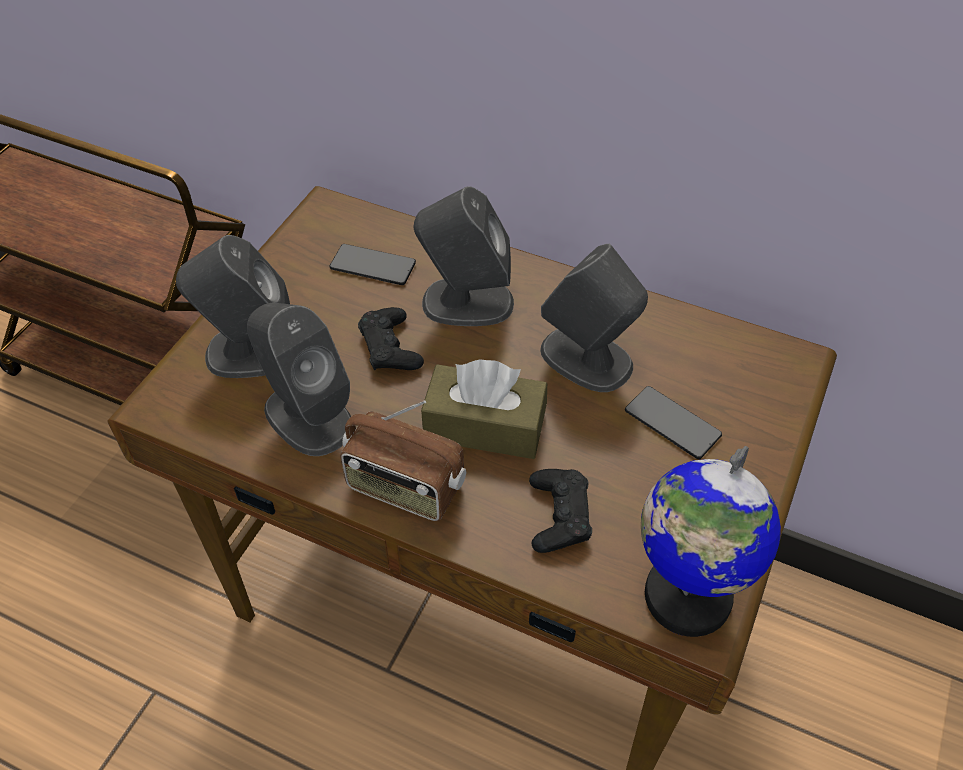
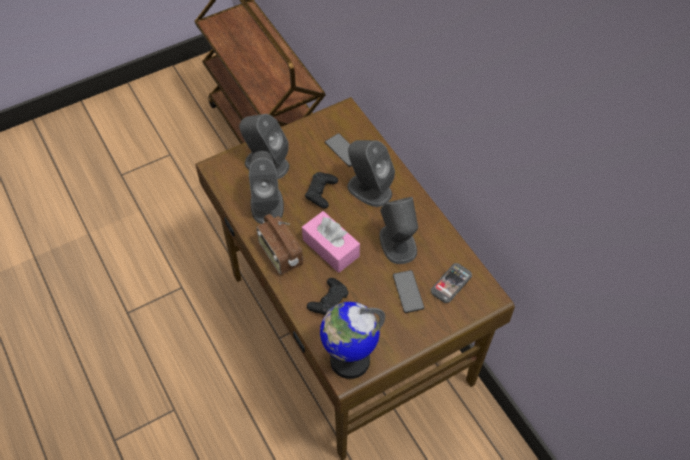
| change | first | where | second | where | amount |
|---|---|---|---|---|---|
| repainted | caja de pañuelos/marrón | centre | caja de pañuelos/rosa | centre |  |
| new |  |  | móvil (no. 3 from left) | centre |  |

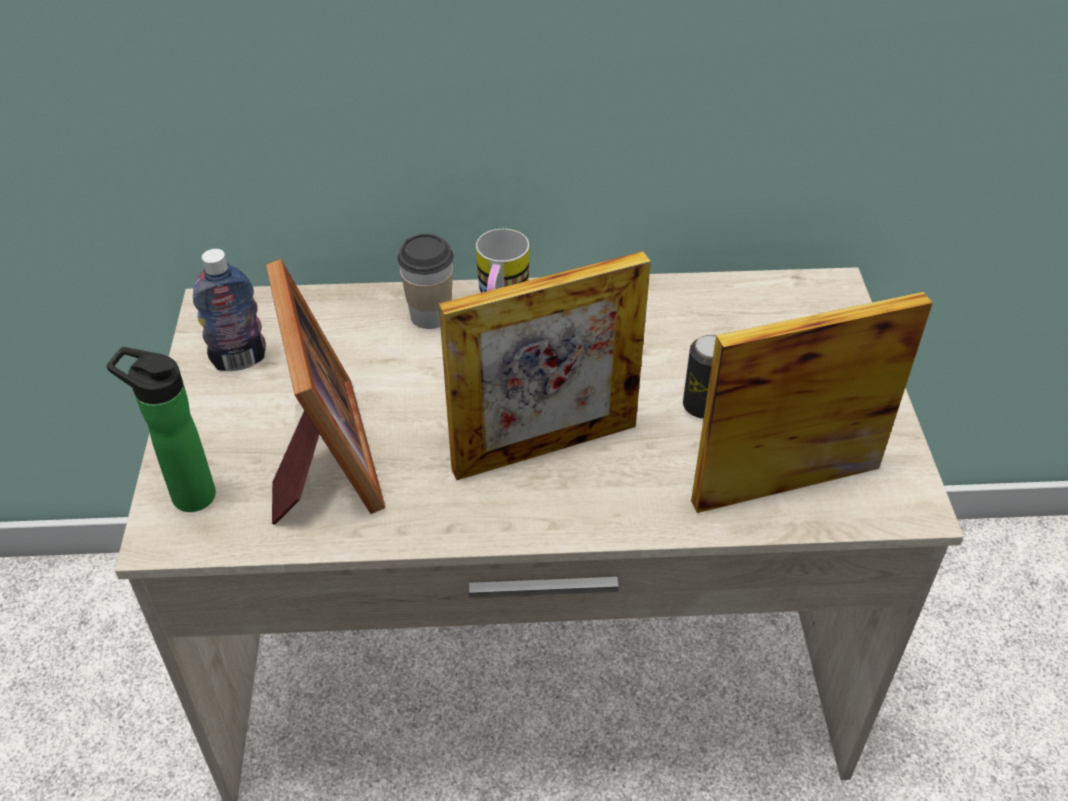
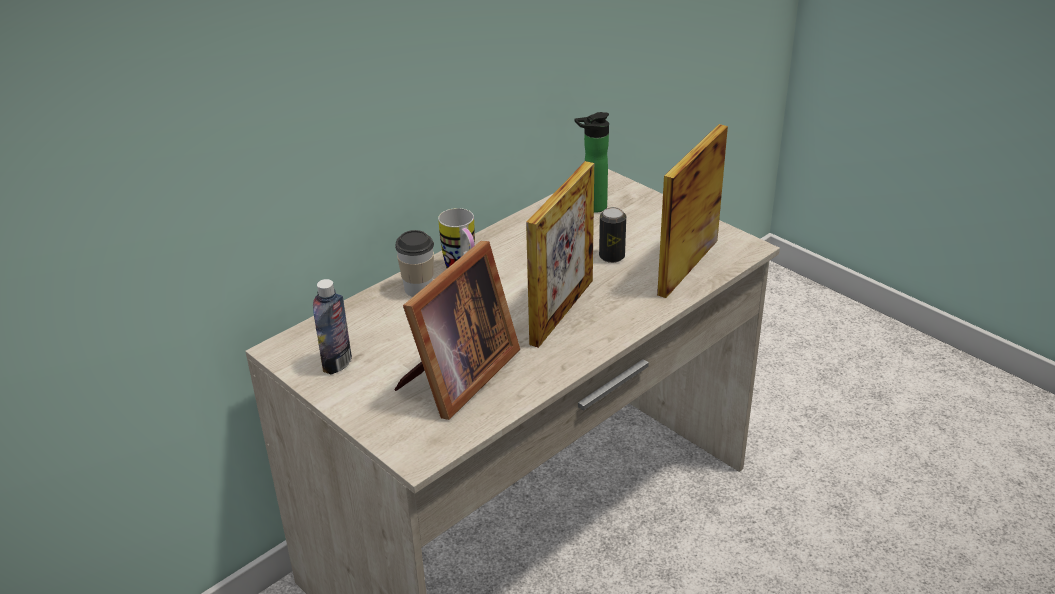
| change | first | where | second | where | amount |
|---|---|---|---|---|---|
| rotated | portarretratos (no. 1 from left) | middle left |  | centre | 90 degrees clockwise |
| shifted | botella (no. 1 from left in the first image) | middle left | botella (no. 2 from left) | top centre |  |

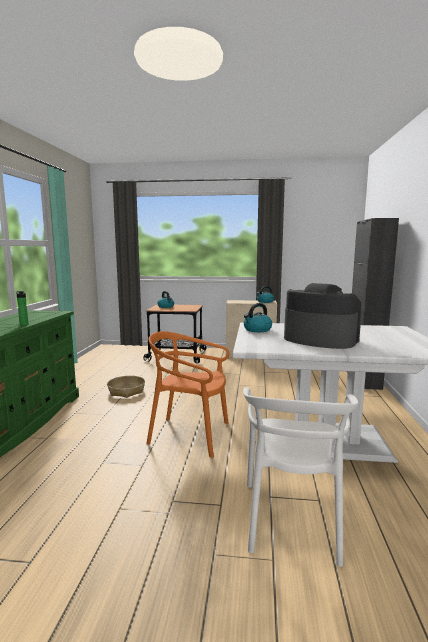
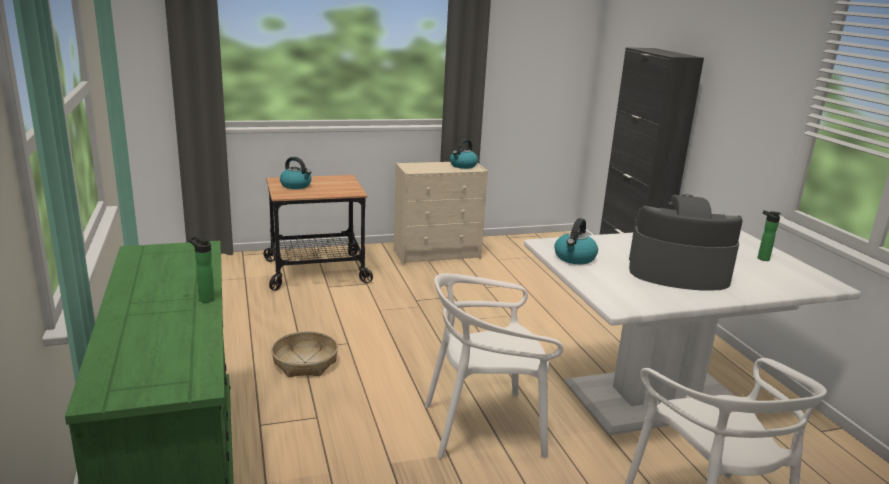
| change | first | where | second | where | amount |
|---|---|---|---|---|---|
| repainted | silla/naranja | centre | silla/blanco (no. 1 from left) | bottom centre |  |
| new |  |  | botella (no. 2 from left) | middle right |  |

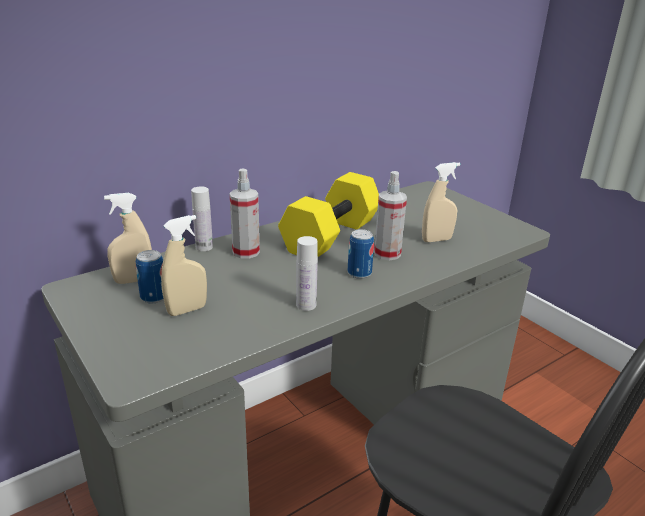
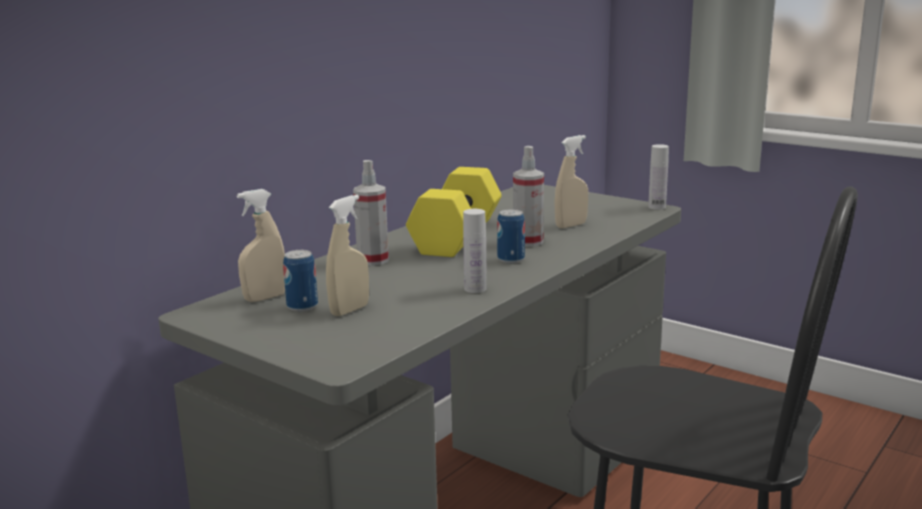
| change | first | where | second | where | amount |
|---|---|---|---|---|---|
| shifted | botella/blanco (no. 1 from left in the first image) | middle left | botella/blanco (no. 2 from left) | middle right |  |

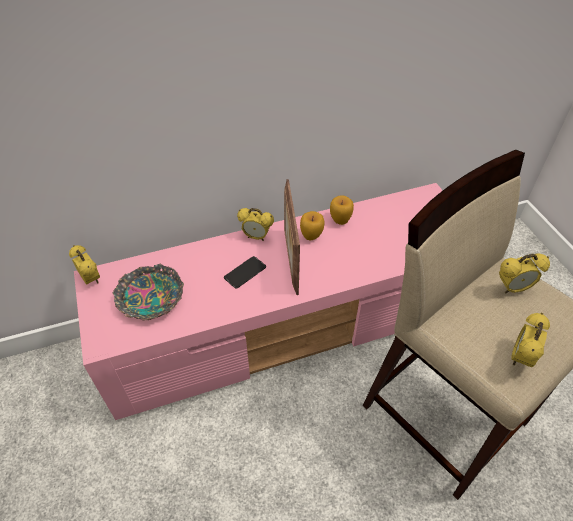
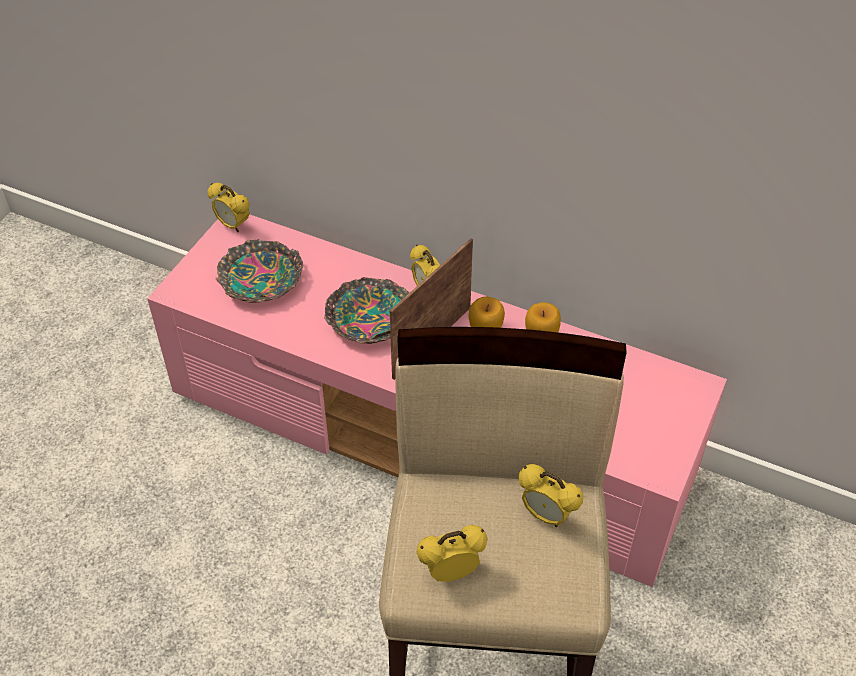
| change | first | where | second | where | amount |
|---|---|---|---|---|---|
| rotated | despertador (no. 1 from left) | middle left |  | top left | 120 degrees clockwise |
| swapped | móvil | centre | cuenco (no. 2 from left) | centre |  |

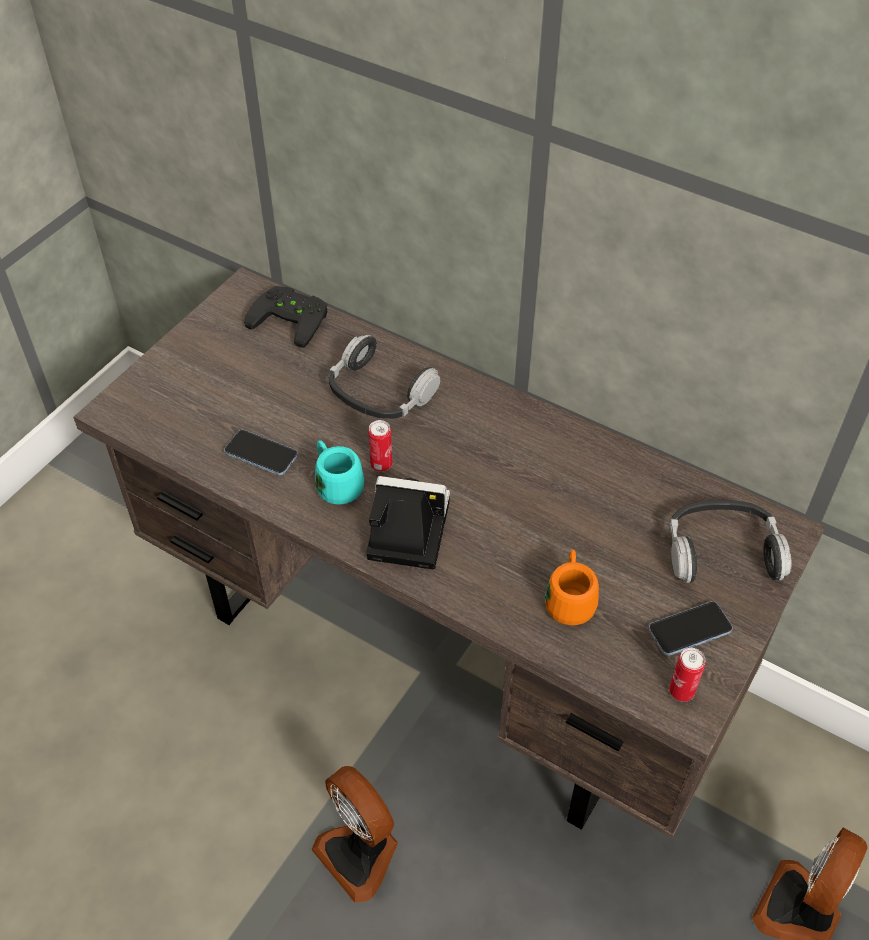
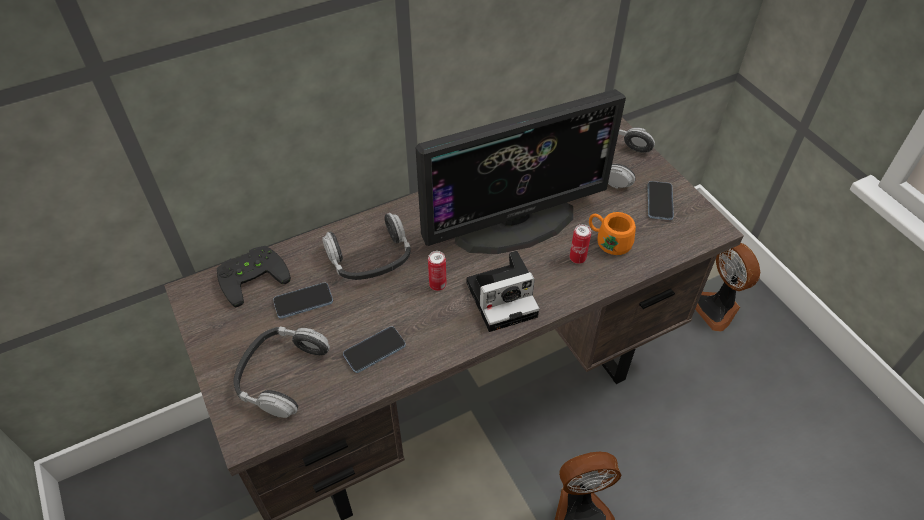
| change | first | where | second | where | amount |
|---|---|---|---|---|---|
| gone | taza grande/turquesa | centre |  |  |  |
| rotated | cámara | centre |  | centre | 150 degrees counterclockwise |
| shifted | lata (no. 2 from left) | bottom right |  | centre |  |
| new |  |  | monitor | top centre |  |
| new |  |  | móvil (no. 1 from left) | middle left |  |
| new |  |  | auriculares (no. 1 from left) | bottom left |  |

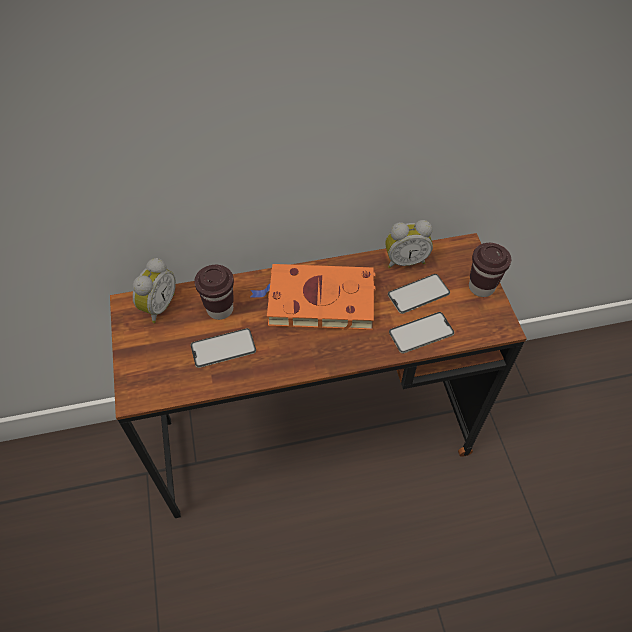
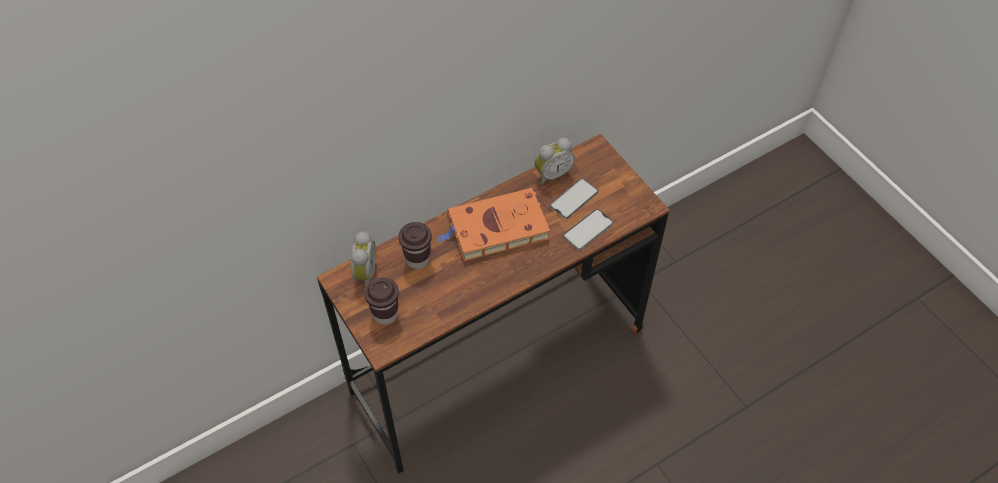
| change | first | where | second | where | amount |
|---|---|---|---|---|---|
| shifted | taza/marrón (no. 2 from left in the first image) | middle right | taza/marrón (no. 1 from left) | centre |  |
| gone | móvil (no. 1 from left) | centre |  |  |  |

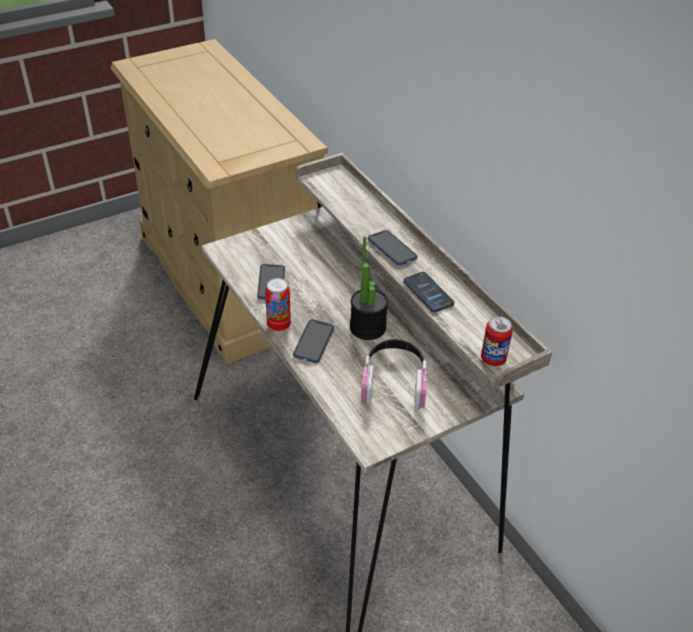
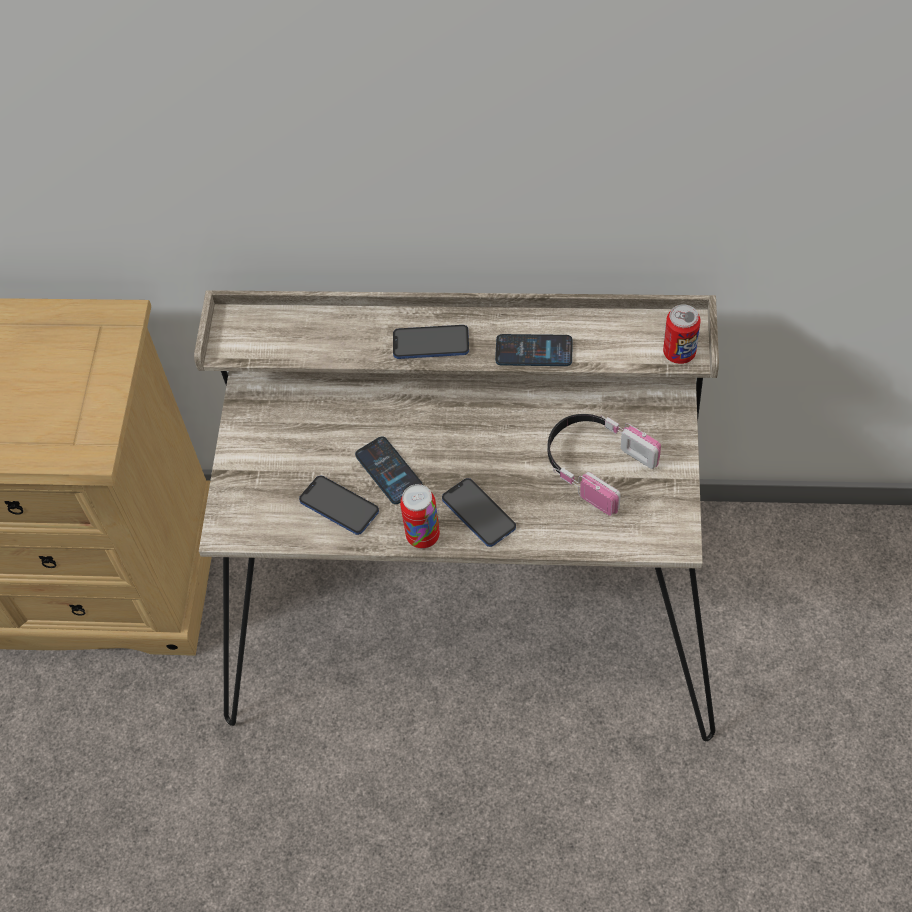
| change | first | where | second | where | amount |
|---|---|---|---|---|---|
| gone | planta en maceta | centre |  |  |  |
| new |  |  | móvil (no. 2 from left) | centre |  |

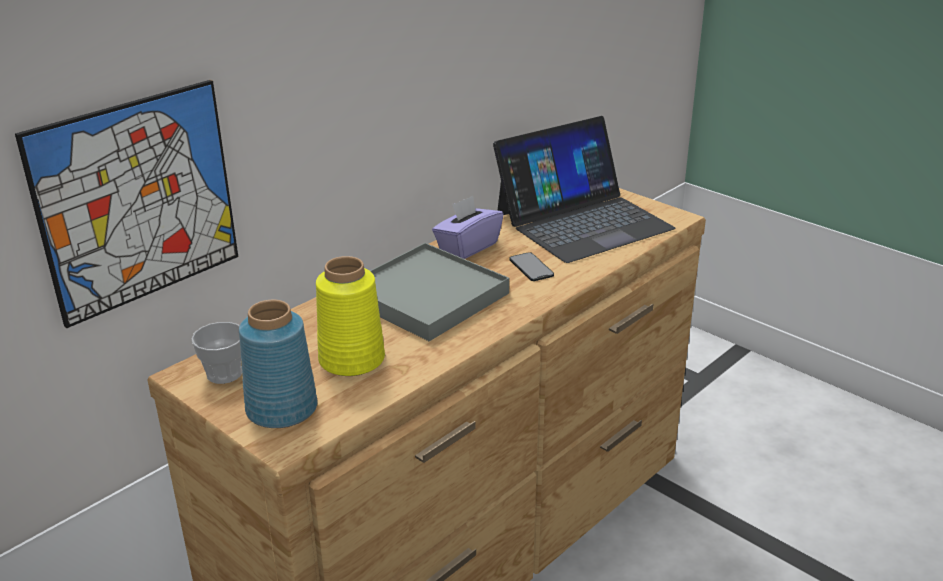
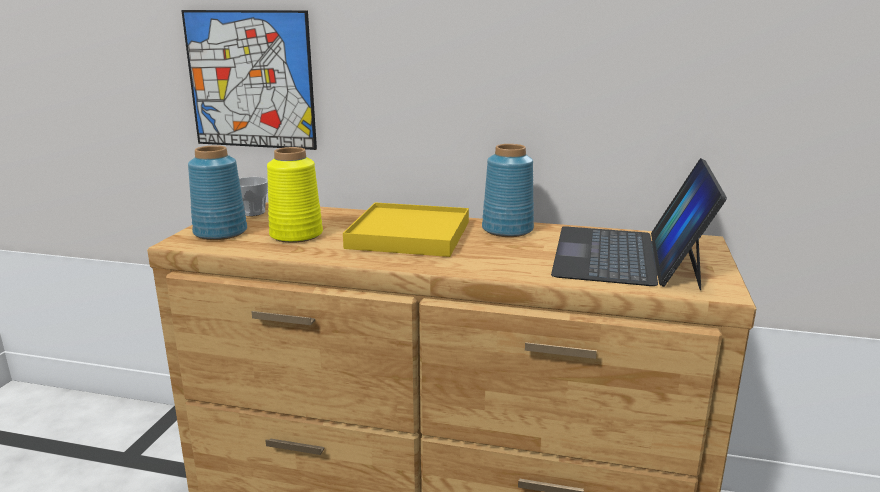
| change | first | where | second | where | amount |
|---|---|---|---|---|---|
| rotated | portátil | top centre |  | middle right | 75 degrees clockwise |
| swapped | caja de pañuelos/morado | centre | florero/azul (no. 2 from left) | centre |  |
| repainted | bandeja/gris | centre | bandeja/amarillo | centre |  |
| gone | móvil | centre |  |  |  |

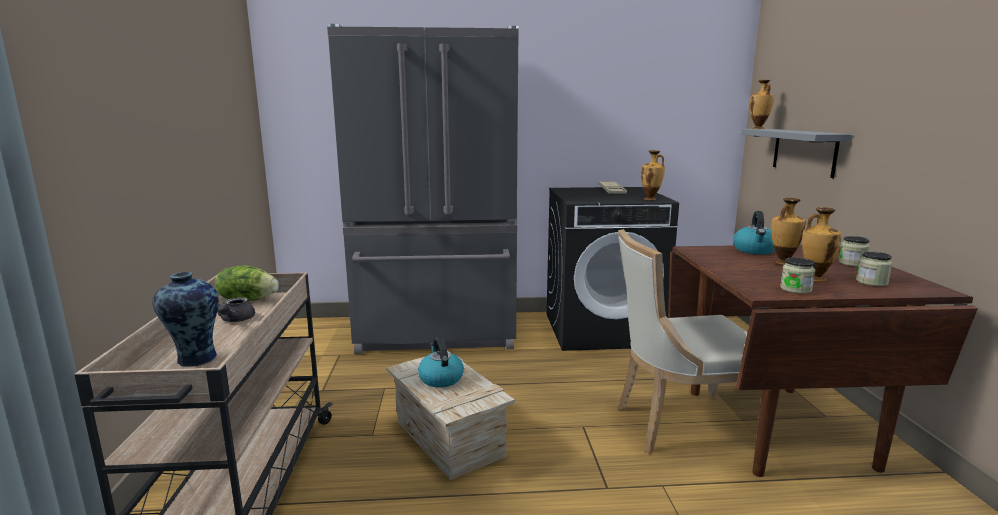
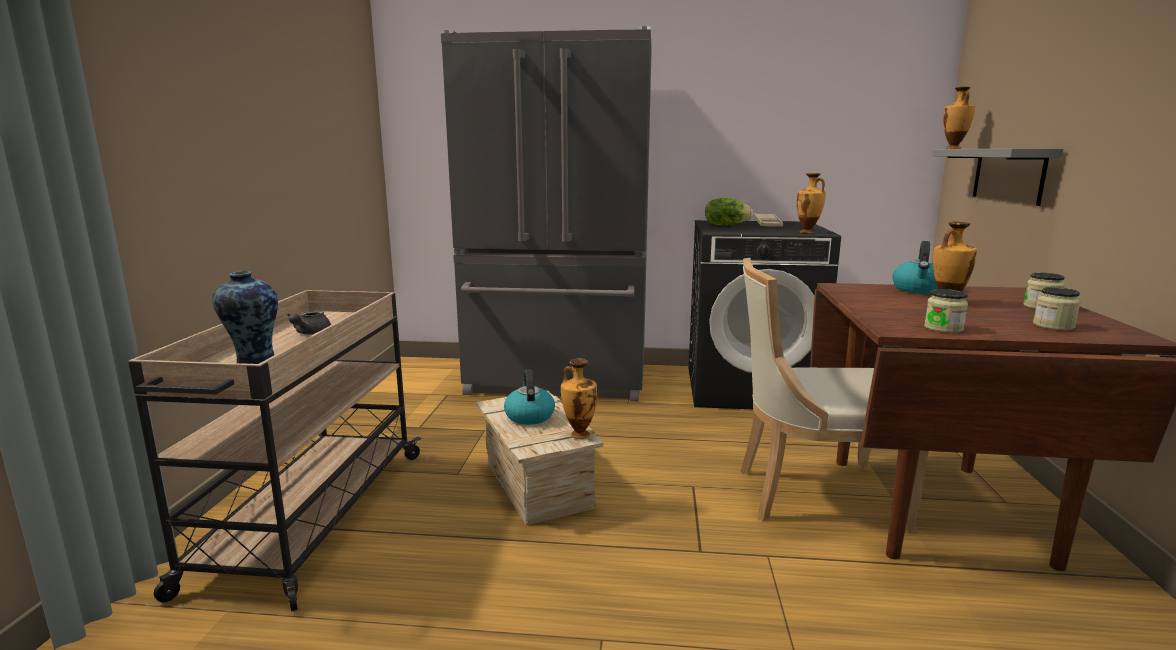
| change | first | where | second | where | amount |
|---|---|---|---|---|---|
| shifted | florero (no. 5 from left in the first image) | middle right | florero (no. 2 from left) | centre |  |
| shifted | lechuga | middle left |  | top centre |  |

